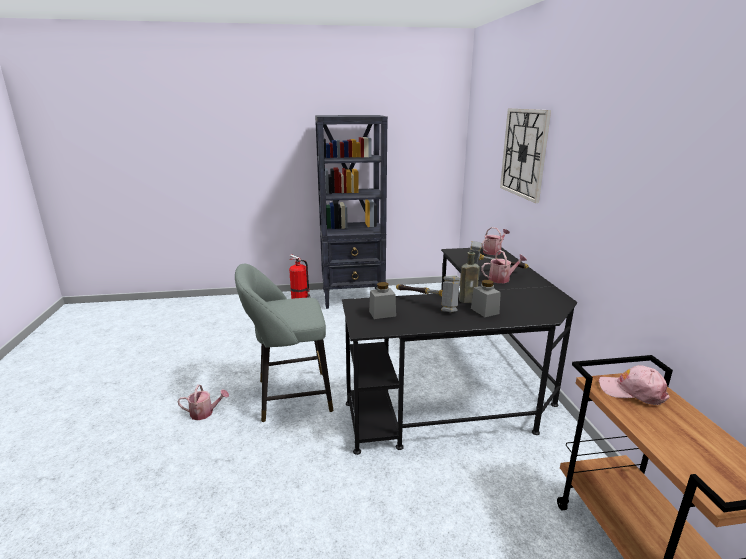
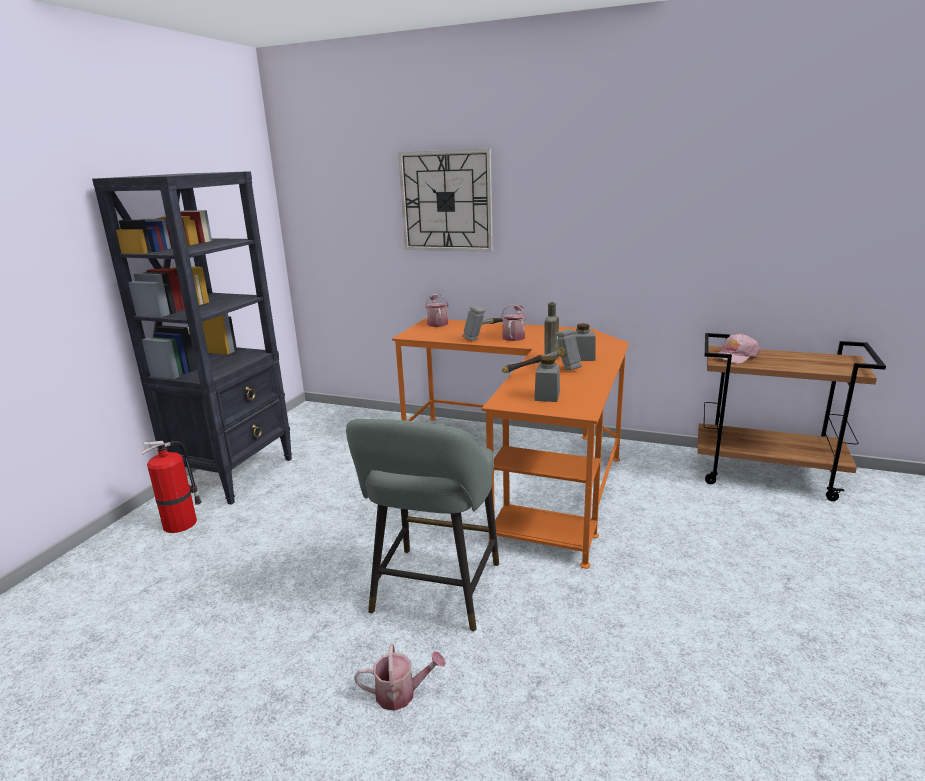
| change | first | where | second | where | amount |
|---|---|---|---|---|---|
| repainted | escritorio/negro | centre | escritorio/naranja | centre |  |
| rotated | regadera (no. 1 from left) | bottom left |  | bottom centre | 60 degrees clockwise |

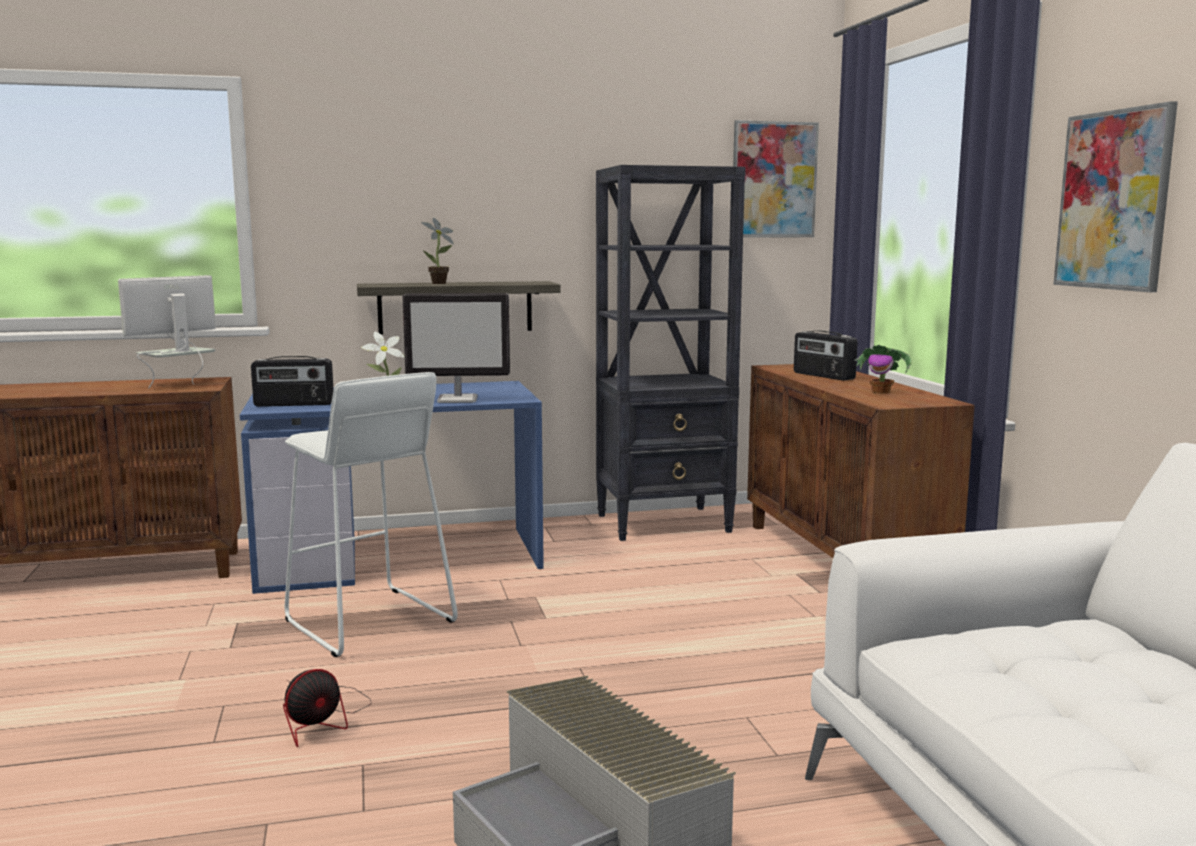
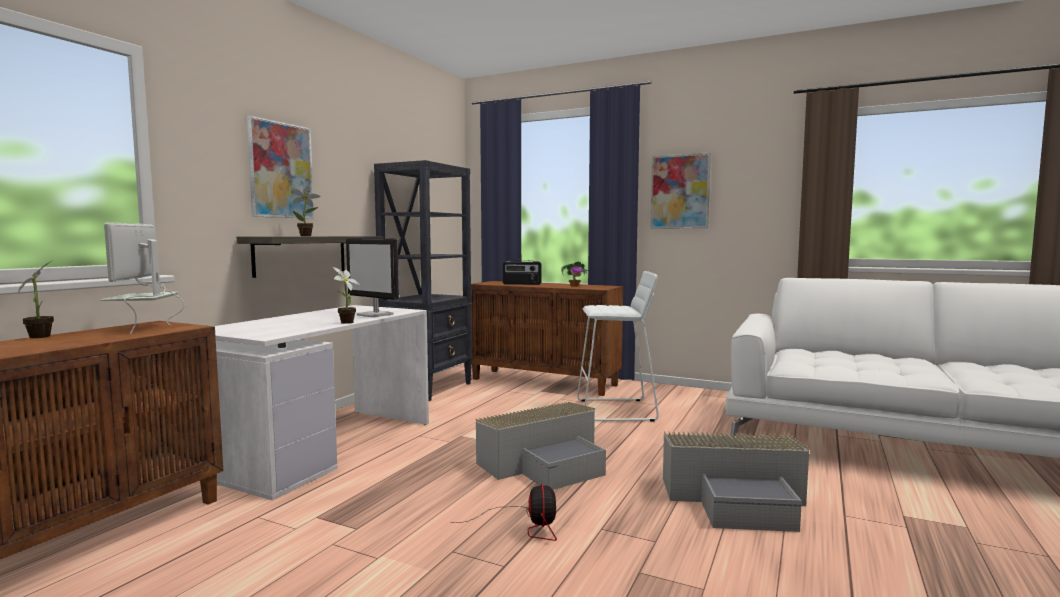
| change | first | where | second | where | amount |
|---|---|---|---|---|---|
| shifted | cuadro (no. 1 from left) | top centre |  | top left |  |
| rotated | monitor (no. 2 from left) | centre |  | centre | 90 degrees clockwise |
| gone | radio (no. 1 from left) | middle left |  |  |  |
| shifted | taburete/blanco | middle left |  | centre |  |
| repainted | escritorio/azul | middle left | escritorio/blanco | bottom left |  |
| new |  |  | planta en maceta (no. 1 from left) | middle left |  |
| new |  |  | caja de almacenaje/gris (no. 1 from left) | bottom centre |  |

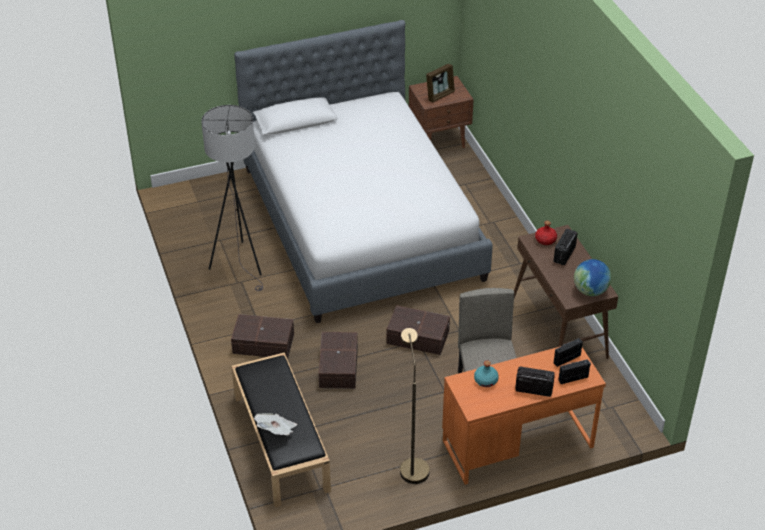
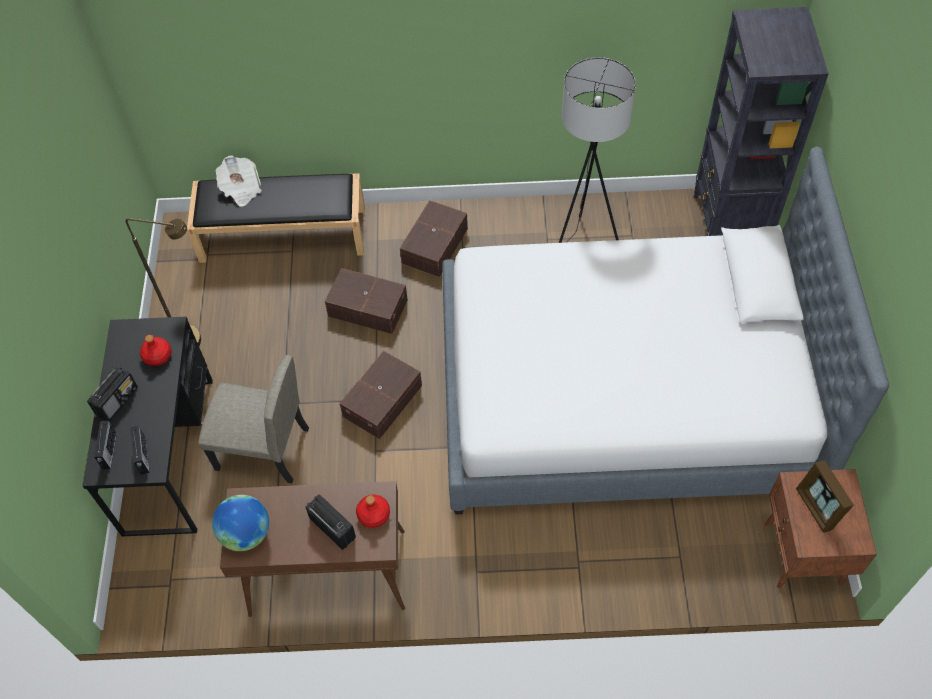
| change | first | where | second | where | amount |
|---|---|---|---|---|---|
| repainted | escritorio/naranja | bottom right | escritorio/negro | middle left |  |
| repainted | botella/turquesa | bottom centre | botella/rojo (no. 1 from left) | middle left |  |
| new |  |  | estantería/negro | top right |  |

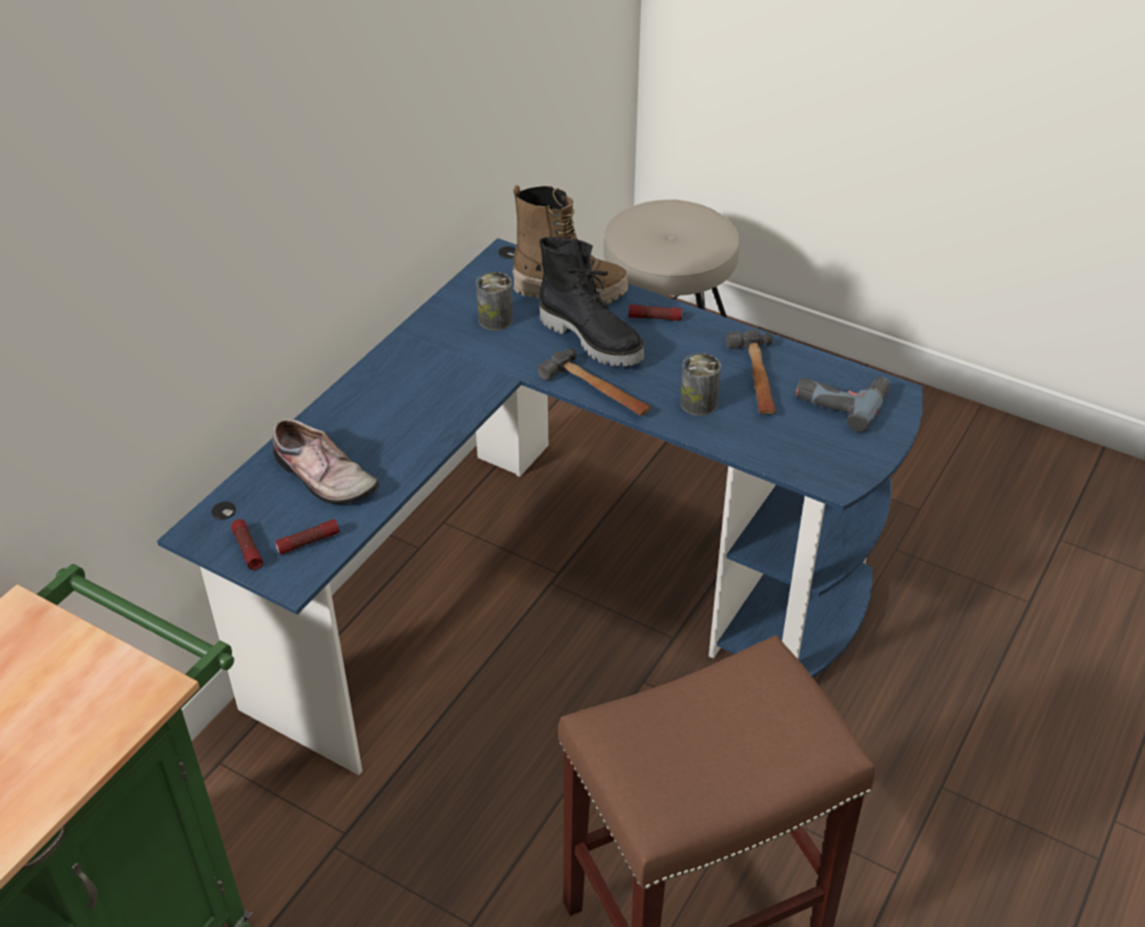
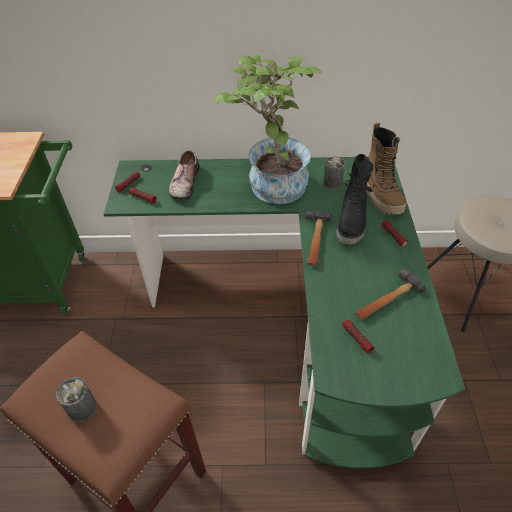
| change | first | where | second | where | amount |
|---|---|---|---|---|---|
| repainted | escritorio/azul | centre | escritorio/verde | centre |  |
| shifted | lata (no. 2 from left in the first image) | centre | lata (no. 1 from left) | bottom left |  |
| gone | taladro | middle right |  |  |  |
| new |  |  | planta en maceta | top centre |  |
| new |  |  | linterna (no. 3 from left) | middle right |  |

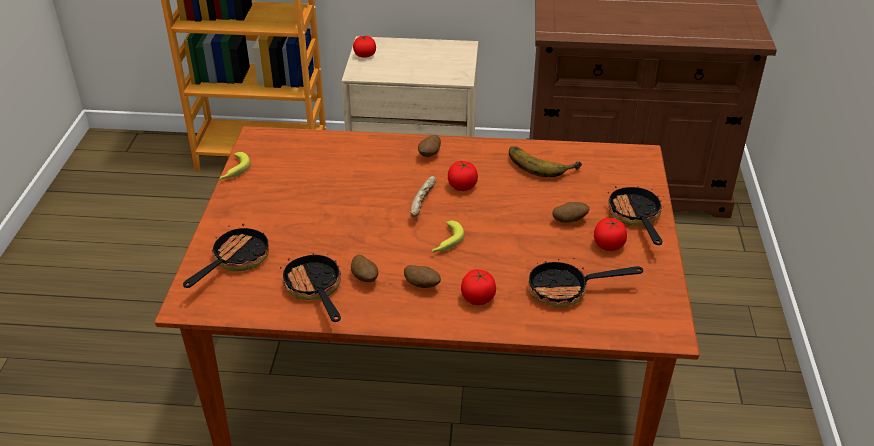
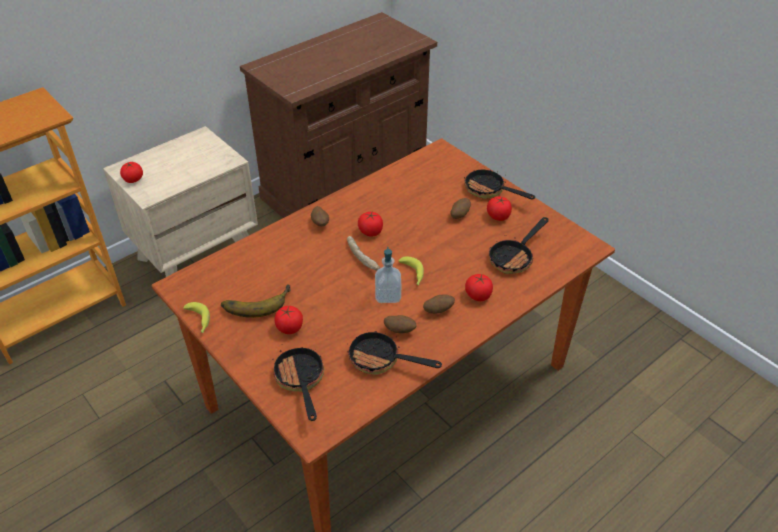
| change | first | where | second | where | amount |
|---|---|---|---|---|---|
| shifted | plátano (no. 3 from left in the first image) | centre | plátano (no. 2 from left) | middle left |  |
| new |  |  | dispensador de jabón | centre |  |
| new |  |  | tomate (no. 2 from left) | centre |  |

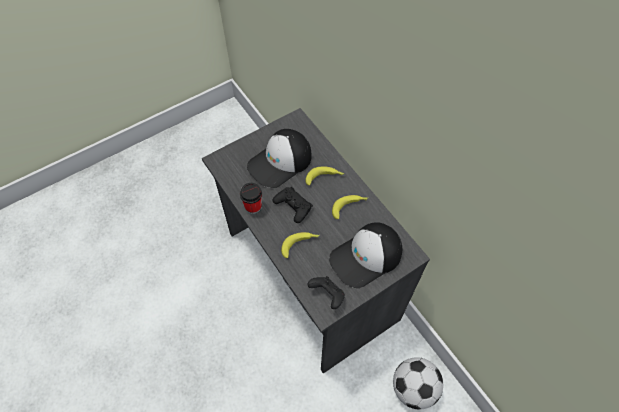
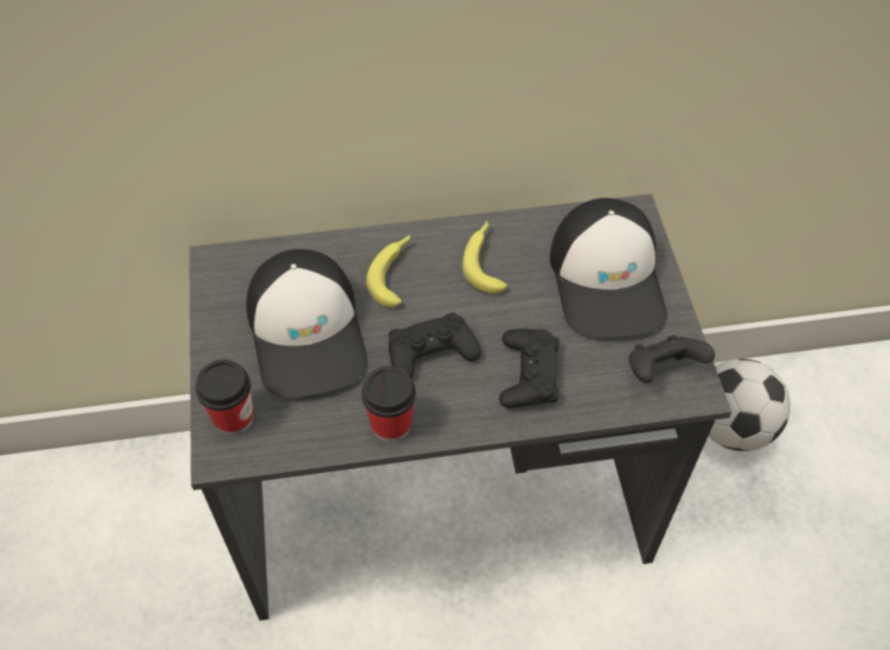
| change | first | where | second | where | amount |
|---|---|---|---|---|---|
| swapped | plátano (no. 1 from left) | centre | mando de consola/negro (no. 2 from left) | centre |  |
| new |  |  | taza (no. 1 from left) | middle left |  |

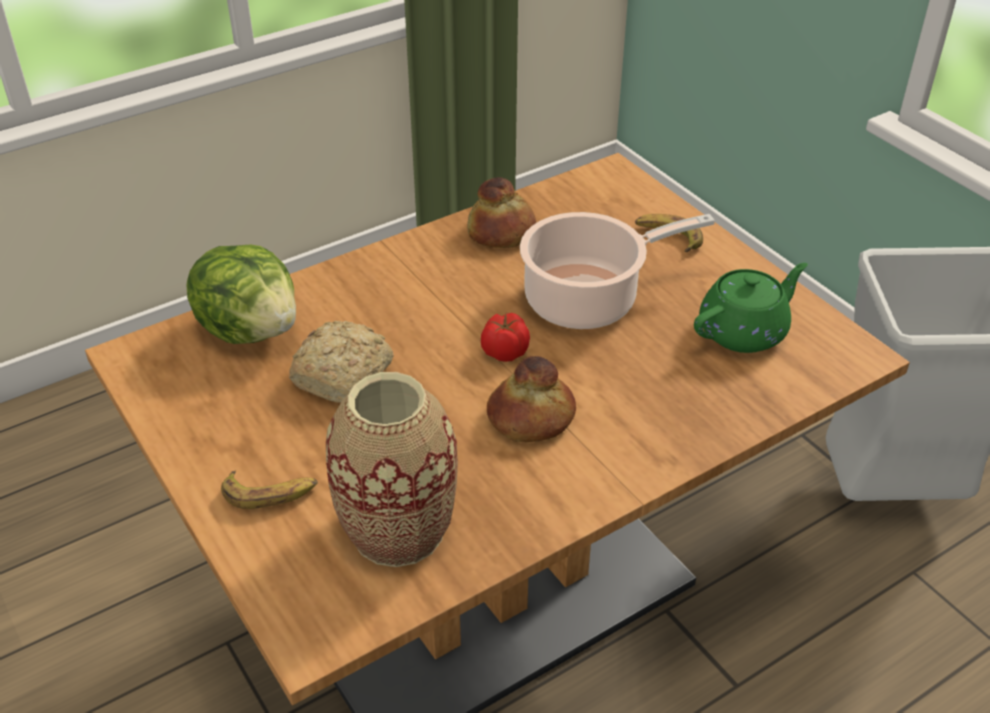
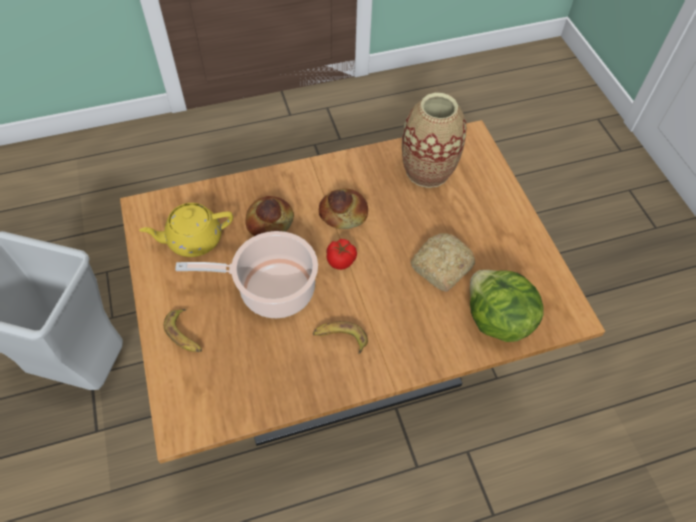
| change | first | where | second | where | amount |
|---|---|---|---|---|---|
| shifted | pan (no. 2 from left in the first image) | top centre | pan (no. 1 from left) | centre |  |
| repainted | tetera/verde | middle right | tetera/amarillo | middle left |  |
| shifted | plátano (no. 1 from left in the first image) | bottom left | plátano (no. 2 from left) | centre |  |

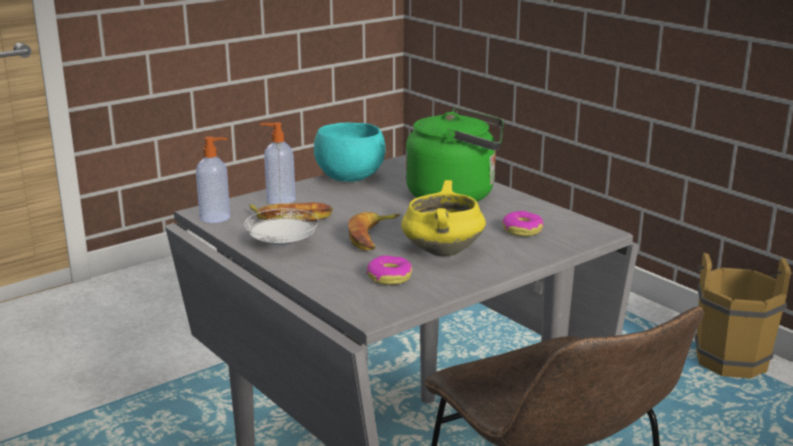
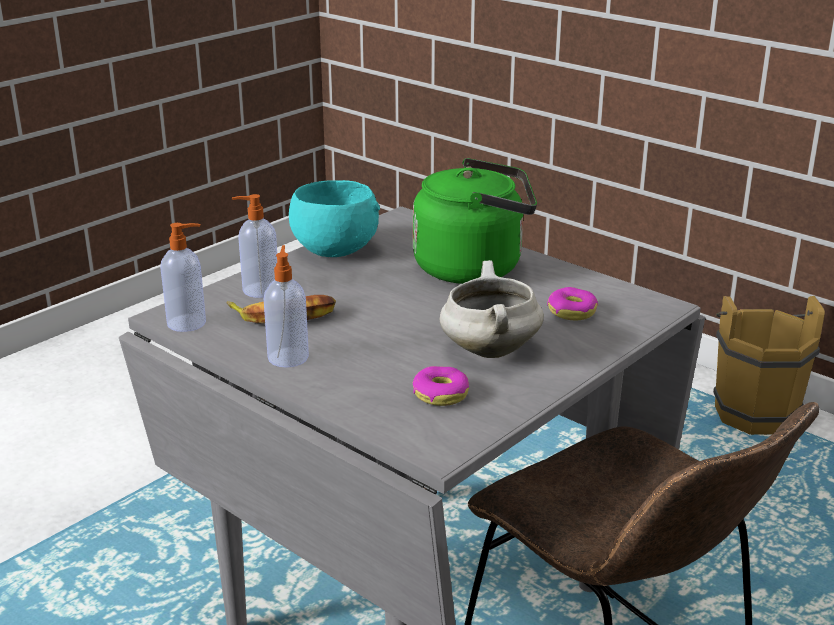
| change | first | where | second | where | amount |
|---|---|---|---|---|---|
| repainted | olla/amarillo | centre | olla/blanco | centre |  |
| swapped | plato/blanco | centre | dispensador de jabón (no. 3 from left) | centre |  |
| gone | plátano (no. 2 from left) | centre |  |  |  |

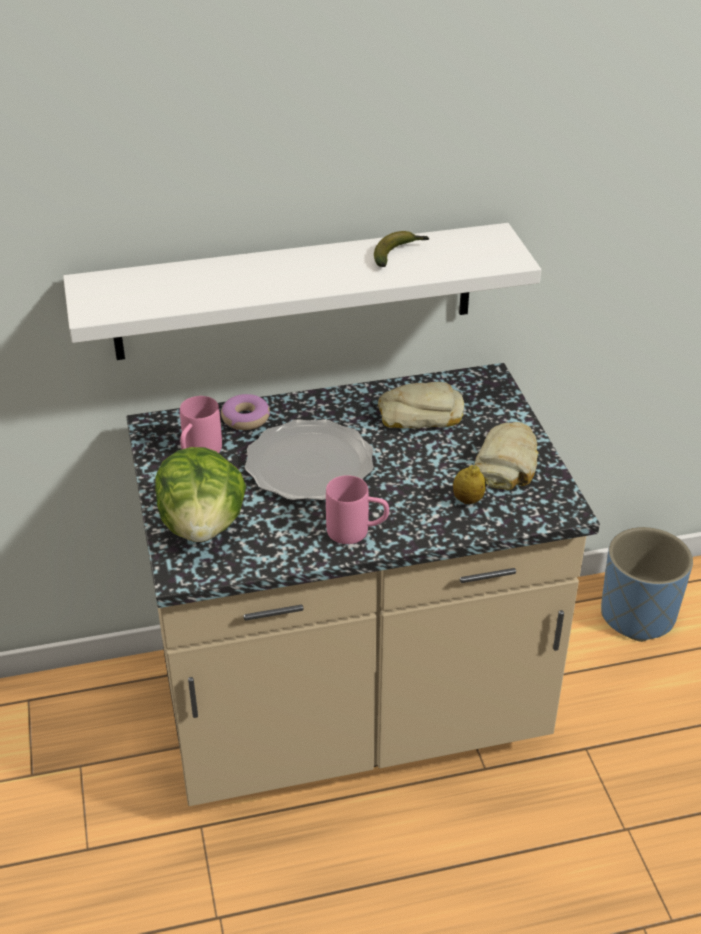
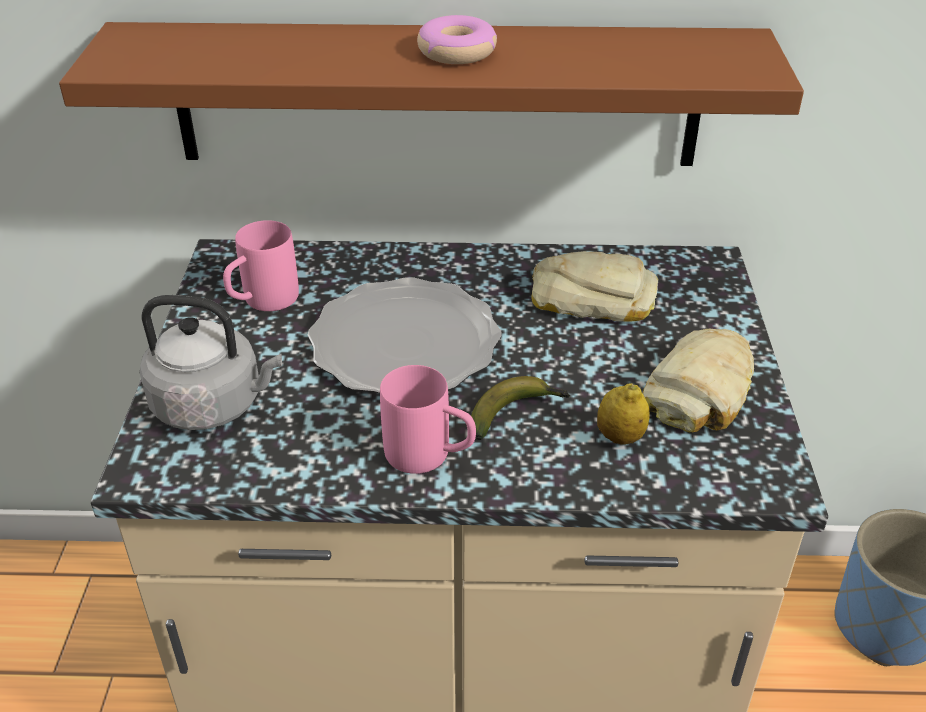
| change | first | where | second | where | amount |
|---|---|---|---|---|---|
| repainted | estante/blanco | top centre | estante/marrón | top centre |  |
| shifted | plátano | top centre |  | centre |  |
| shifted | rosquilla | centre |  | top centre |  |
| swapped | lechuga | middle left | hervidor/gris | middle left |  |

